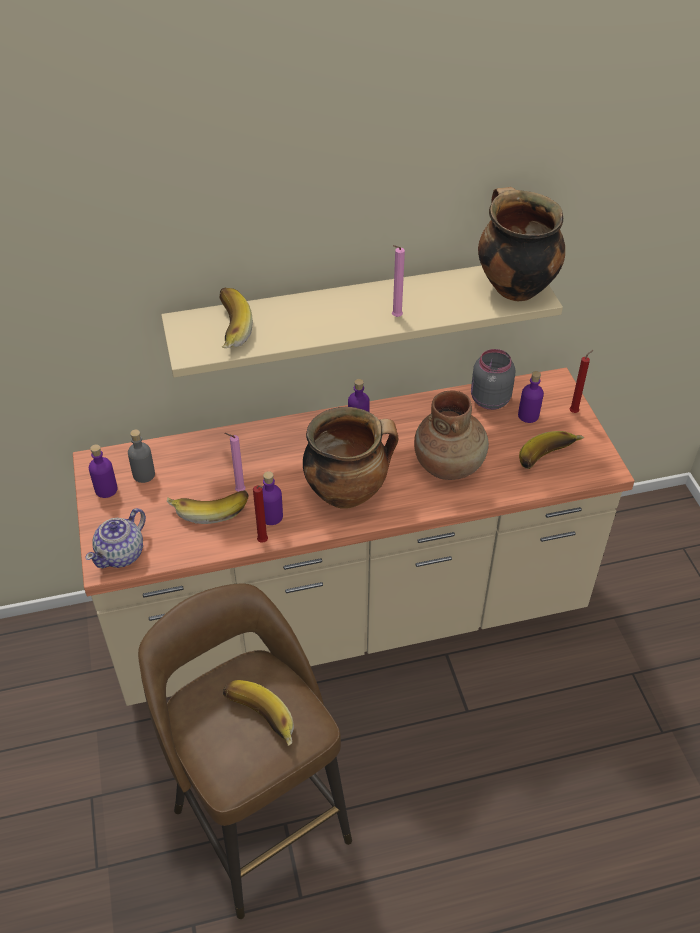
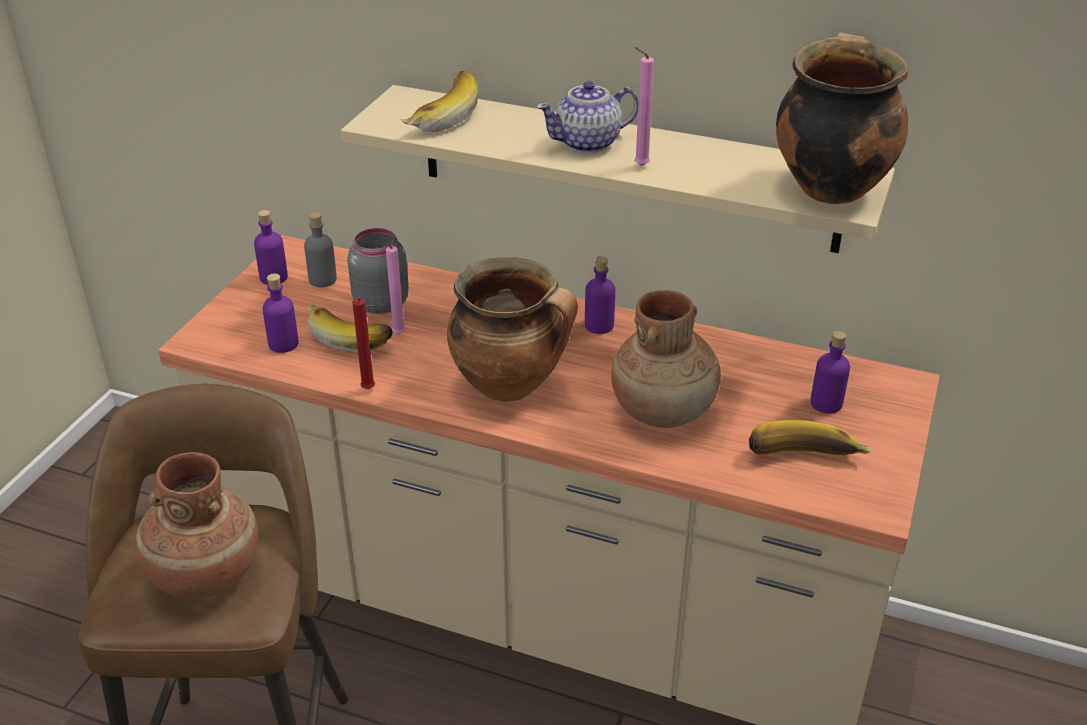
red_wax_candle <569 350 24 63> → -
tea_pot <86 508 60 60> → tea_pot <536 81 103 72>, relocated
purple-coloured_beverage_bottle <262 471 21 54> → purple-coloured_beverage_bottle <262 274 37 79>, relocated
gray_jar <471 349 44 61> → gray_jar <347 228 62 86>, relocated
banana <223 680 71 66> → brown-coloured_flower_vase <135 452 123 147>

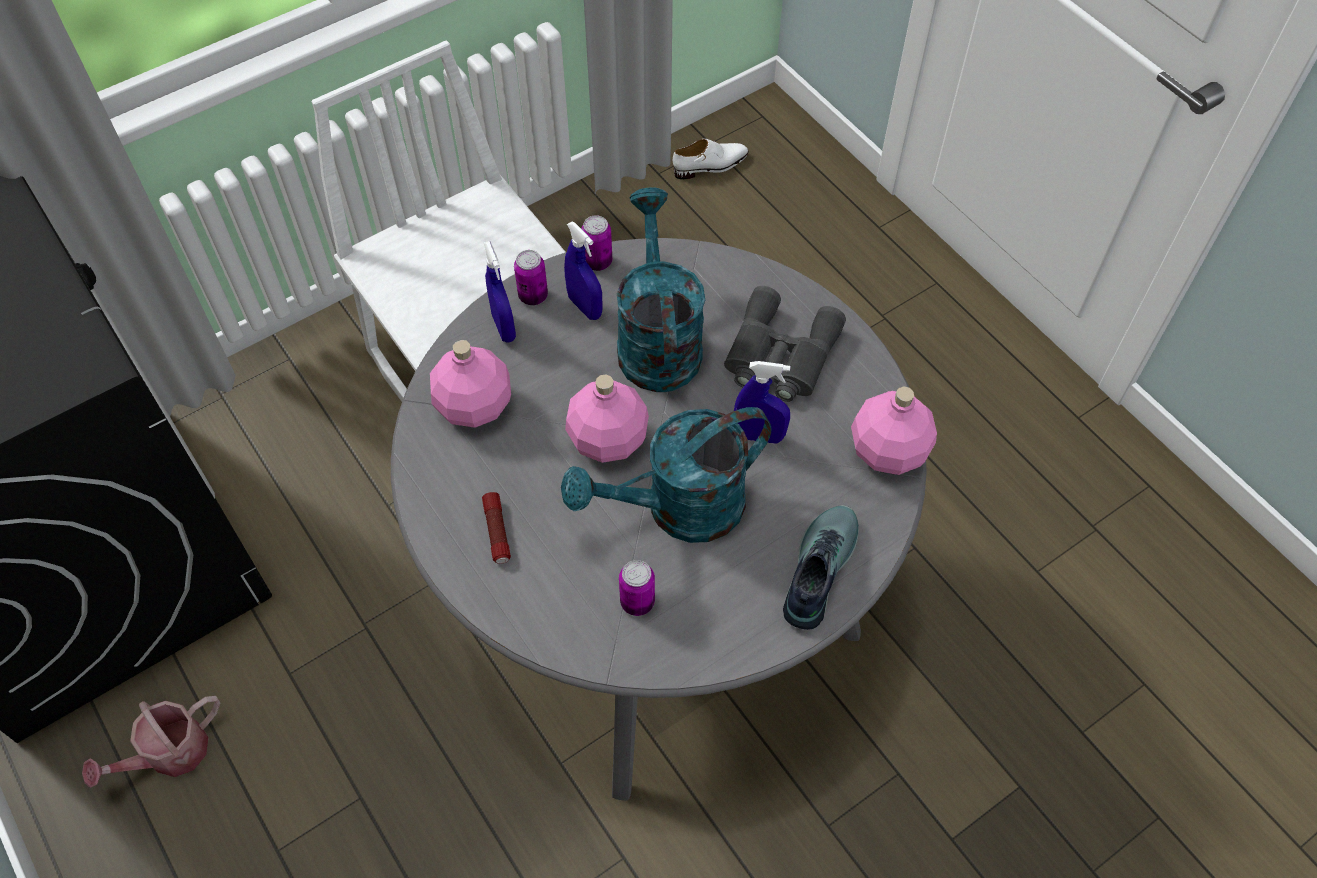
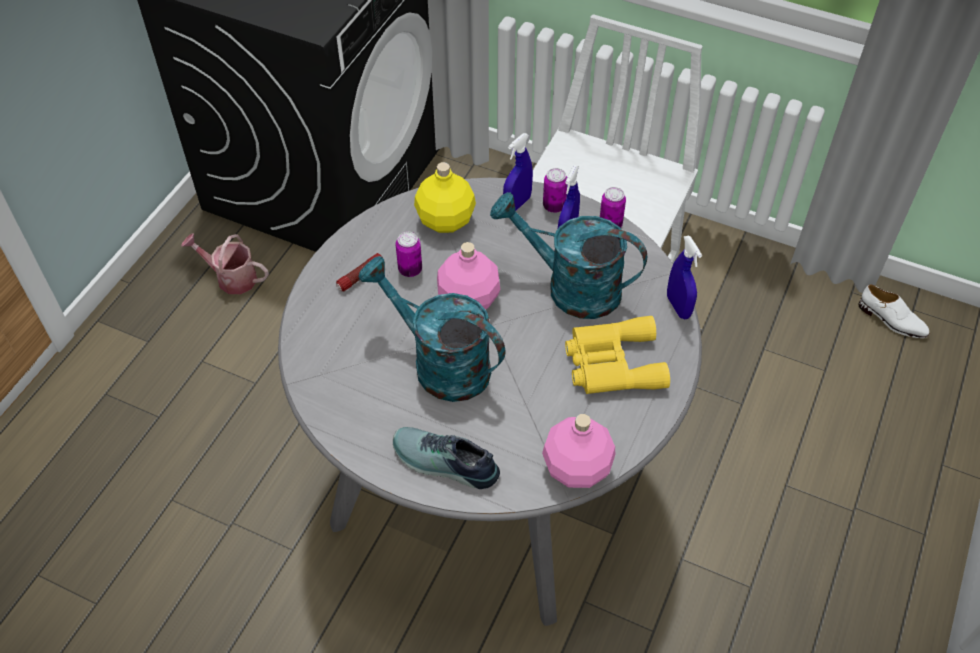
metal_can <619 560 36 56> → metal_can <396 232 26 45>, relocated
blue-coloured_hand_sprayer <734 361 56 82> → blue-coloured_hand_sprayer <667 235 35 84>, relocated
pink-coloured_beverage_bottle <430 340 81 88> → yellow_beverage_bottle <414 162 62 71>
gray_pair_of_binoculars <724 286 122 116> → yellow_pair_of_binoculars <565 316 105 78>
turquoise_watering_can <617 188 88 204> → turquoise_watering_can <490 192 158 127>, 120 degrees counterclockwise
item_of_footwear <783 505 76 125> → item_of_footwear <393 427 107 62>, 150 degrees counterclockwise

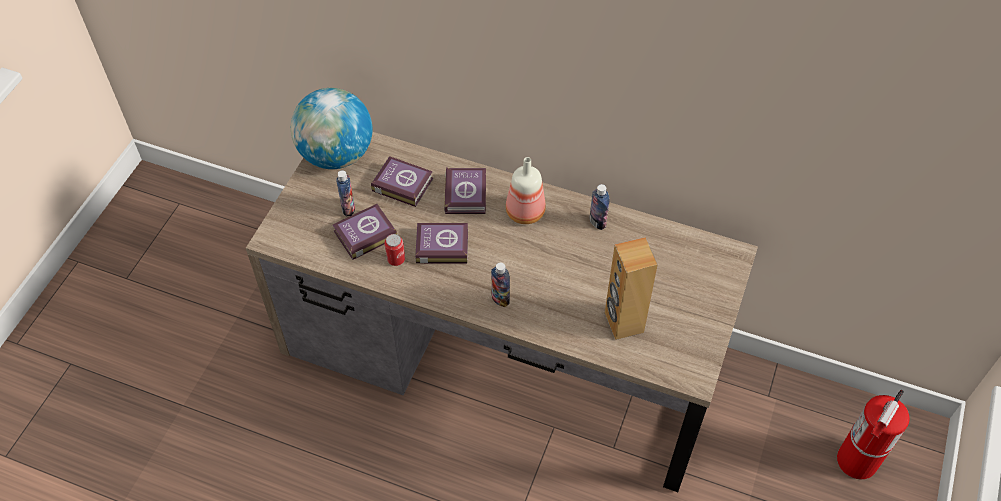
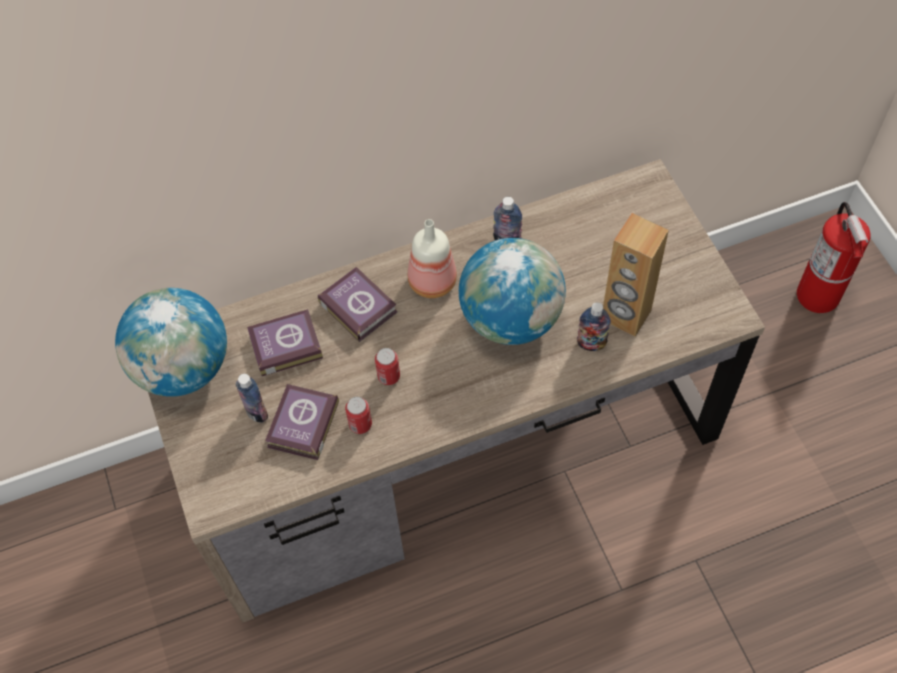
- → globe <459 238 107 107>
beverage_bottle <491 262 19 45> → beverage_bottle <577 302 34 49>, relocated
volume <415 223 53 40> → metal_can <375 348 25 37>

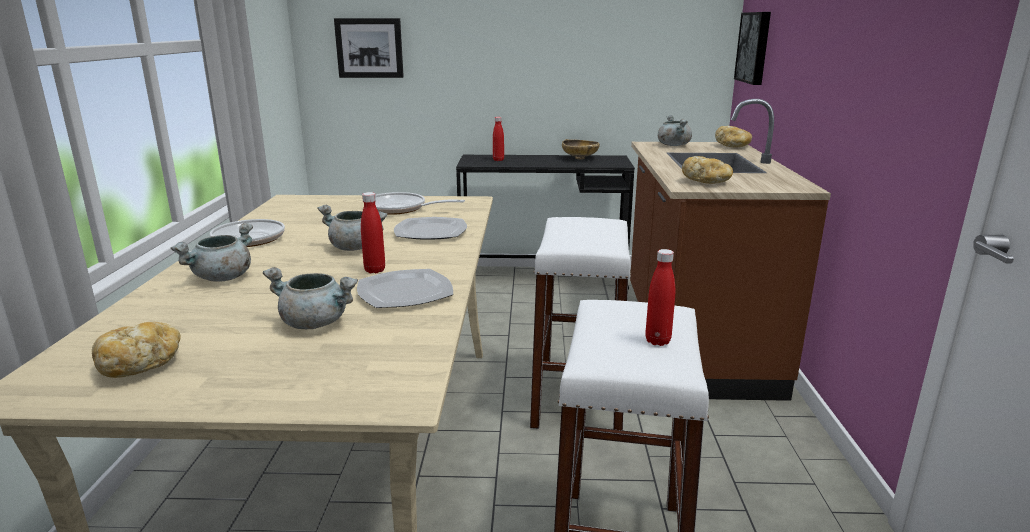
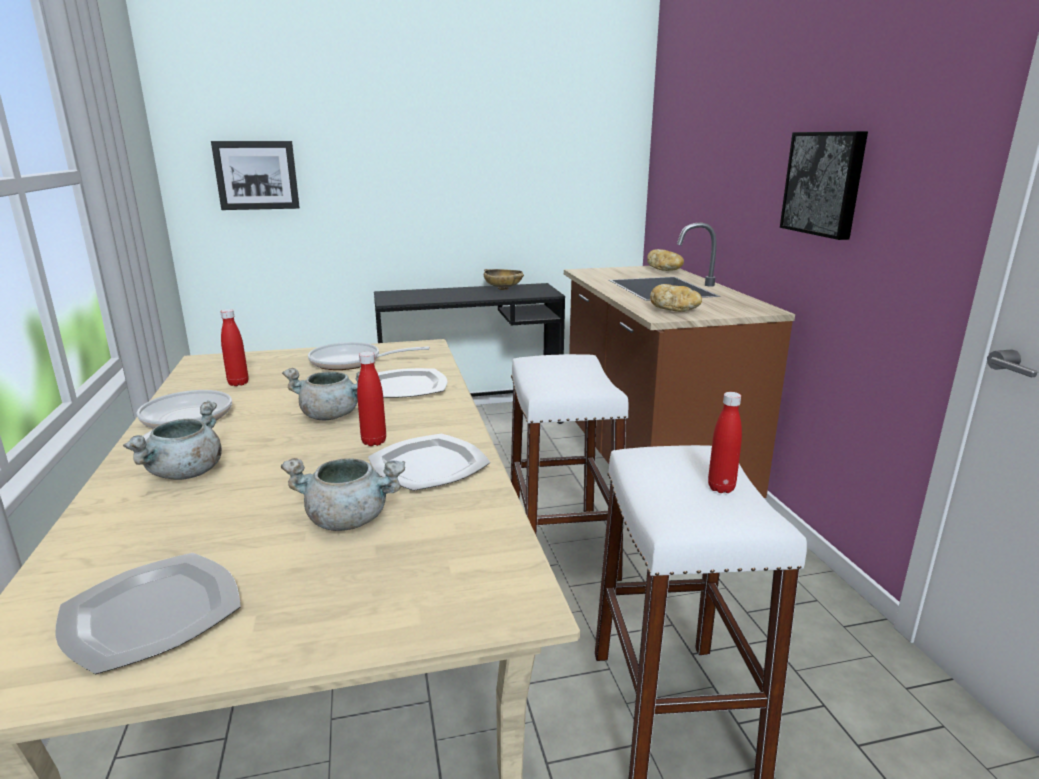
gray_cooking_pot <658 115 34 31> → -
red_beverage_bottle <493 117 11 44> → red_beverage_bottle <220 309 28 77>, relocated
wall_picture <734 12 37 73> → wall_picture <780 131 88 109>, relocated
baked_bread <92 322 89 56> → flat_dish <55 553 186 121>

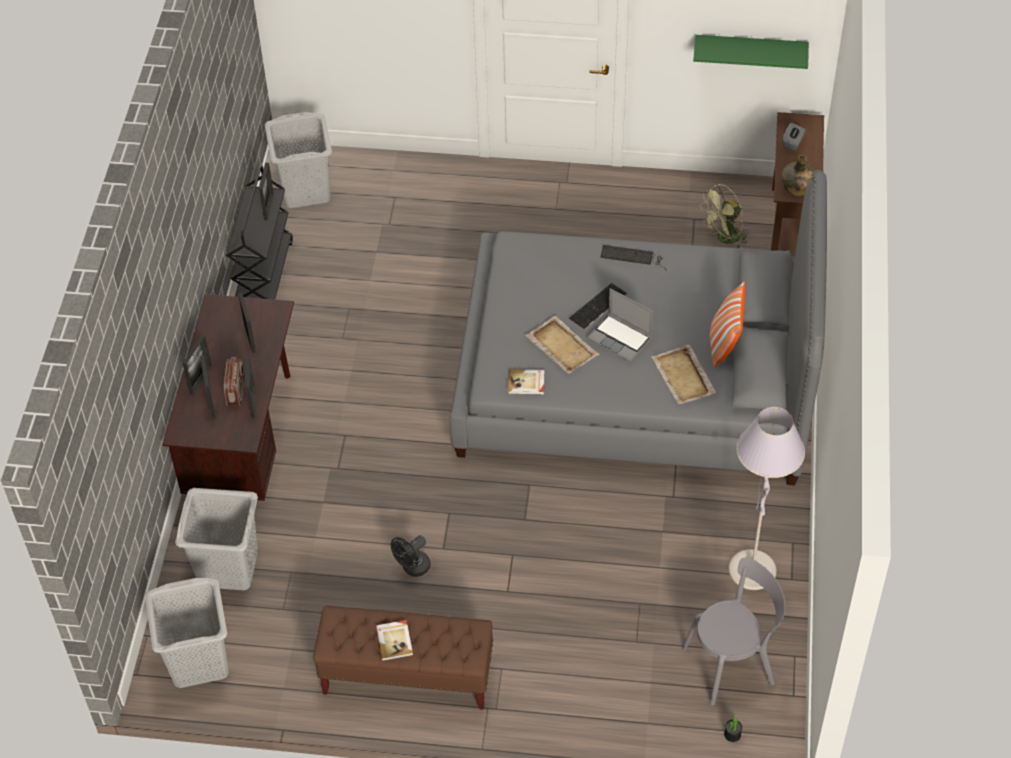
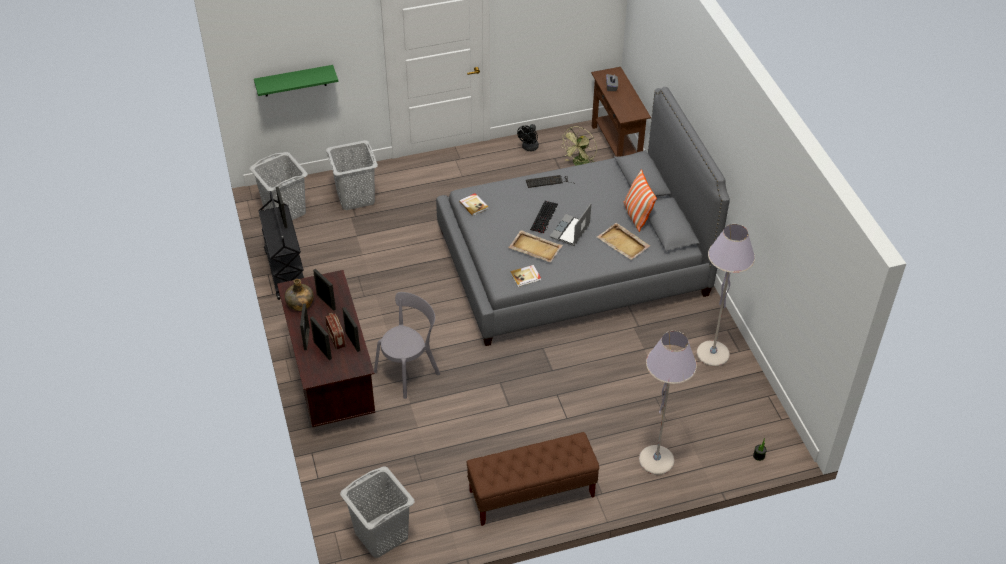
- → gray_floor_lamp <639 331 58 144>
gray_laundry_basket <175 488 83 102> → gray_laundry_basket <326 140 52 70>, relocated
volume <376 620 37 41> → volume <459 193 30 23>, relocated
black-coloured_fan <391 535 40 42> → black-coloured_fan <517 124 22 27>, relocated
gray_upright_chair <682 558 103 147> → gray_upright_chair <374 292 66 107>, relocated
green_wall_shelf <693 35 116 34> → green_wall_shelf <254 65 84 32>, relocated
green_beverage_bottle <781 155 35 41> → green_beverage_bottle <285 279 29 32>, relocated
notebook_computer <587 288 67 74> → notebook_computer <550 203 41 43>, 105 degrees clockwise

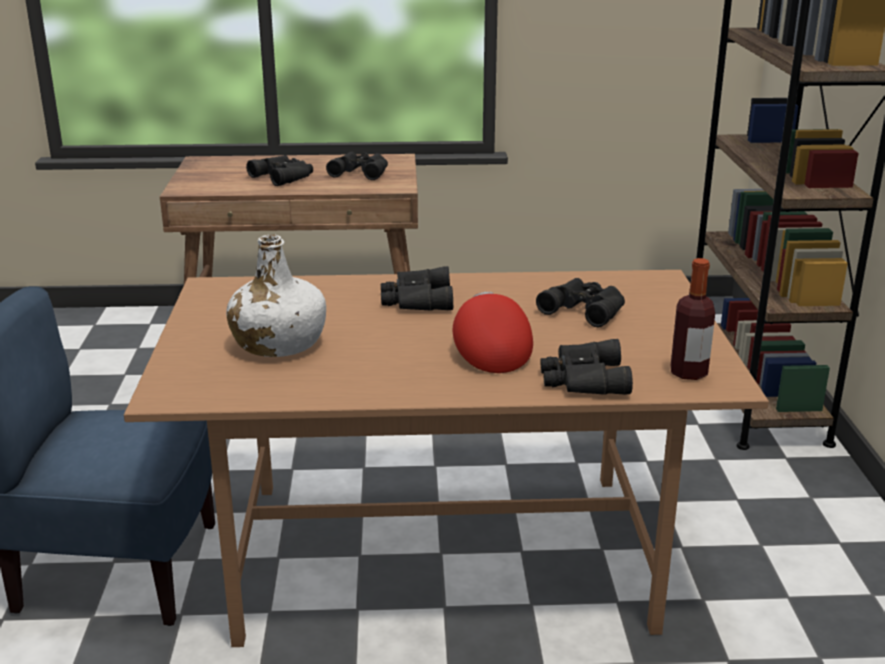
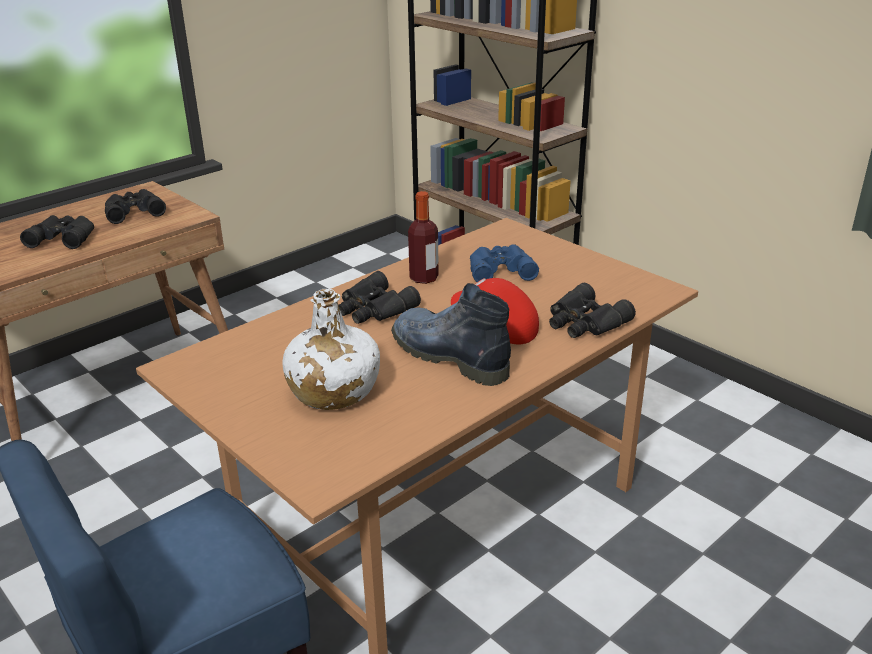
- → tall_boot <391 283 120 103>
beverage_bottle <671 258 44 122> → beverage_bottle <408 191 31 93>, relocated
black-coloured_pair_of_binoculars <536 278 89 49> → blue-coloured_pair_of_binoculars <470 244 69 38>

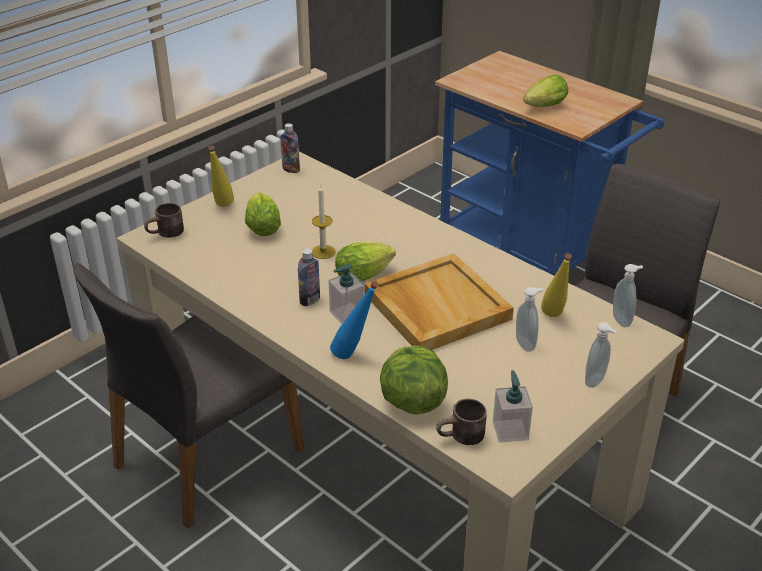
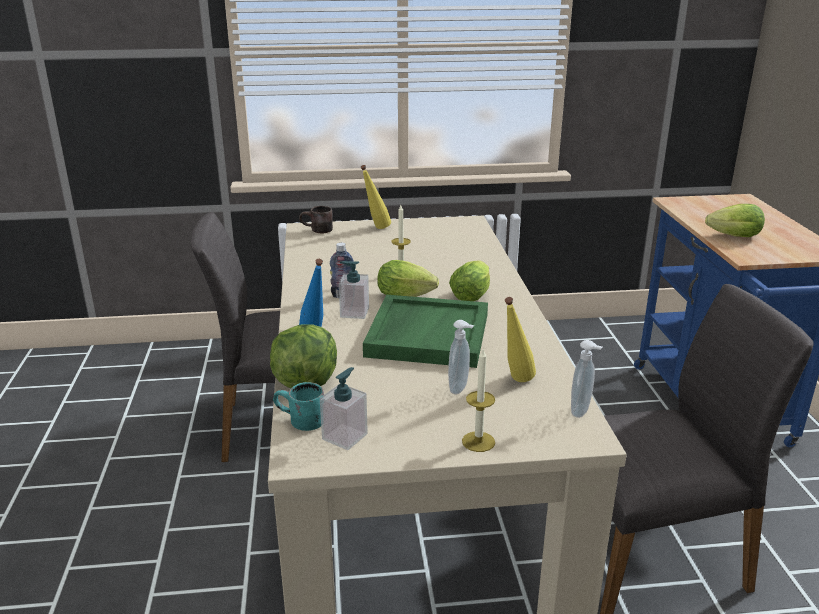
beverage_bottle <281 123 19 50> → -
head_of_lettuce <245 192 36 44> → head_of_lettuce <449 260 41 41>, relocated
soap_bottle <585 322 32 66> → wax_candle <462 349 33 103>
beige-coloured_tray <365 254 149 96> → green_tray <363 295 125 73>
brown-coloured_coffee_mug <436 398 51 47> → turquoise_coffee_mug <273 382 51 49>

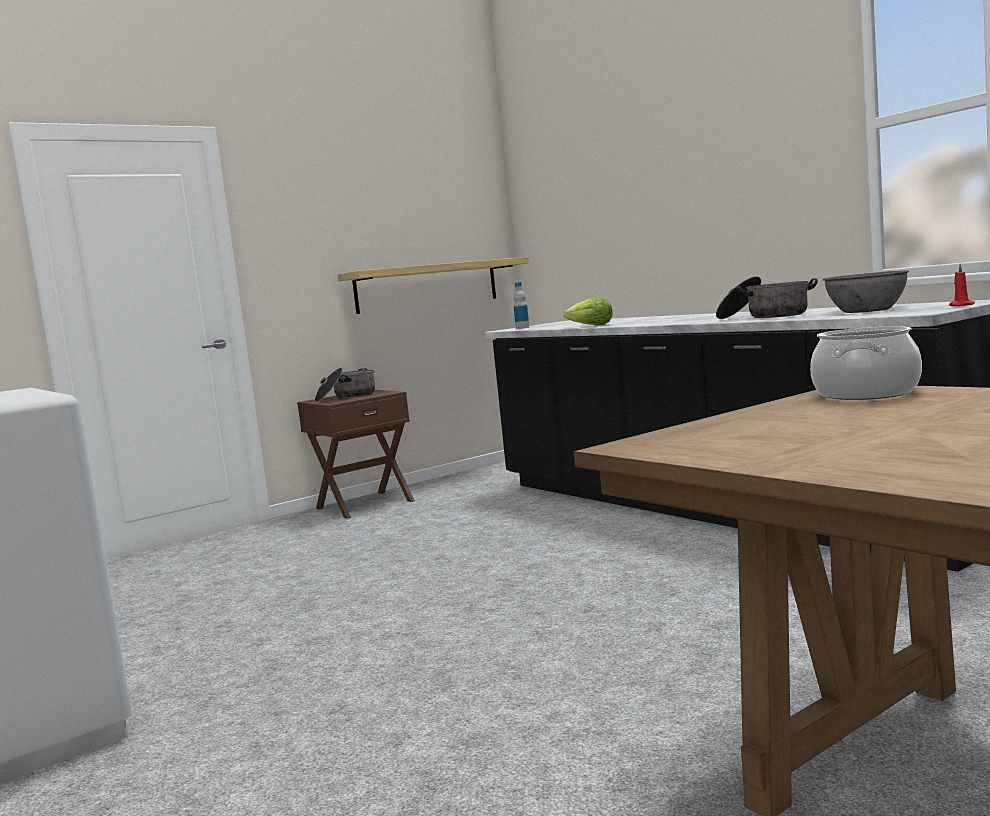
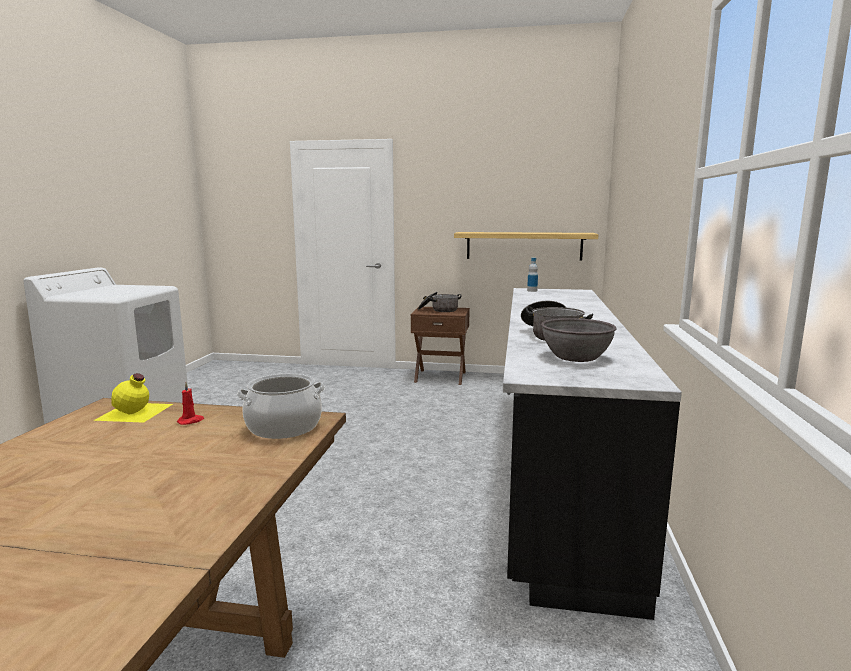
head_of_lettuce <563 297 50 28> → -
- → yellow_beverage_bottle <93 373 80 50>
red_wax_candle <949 264 26 42> → red_wax_candle <177 382 27 43>, relocated

